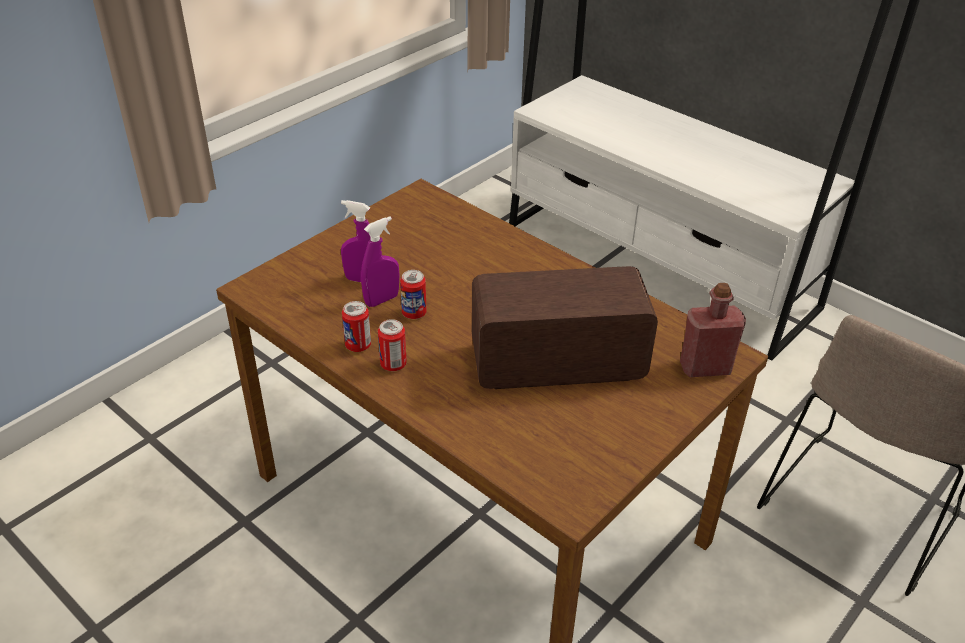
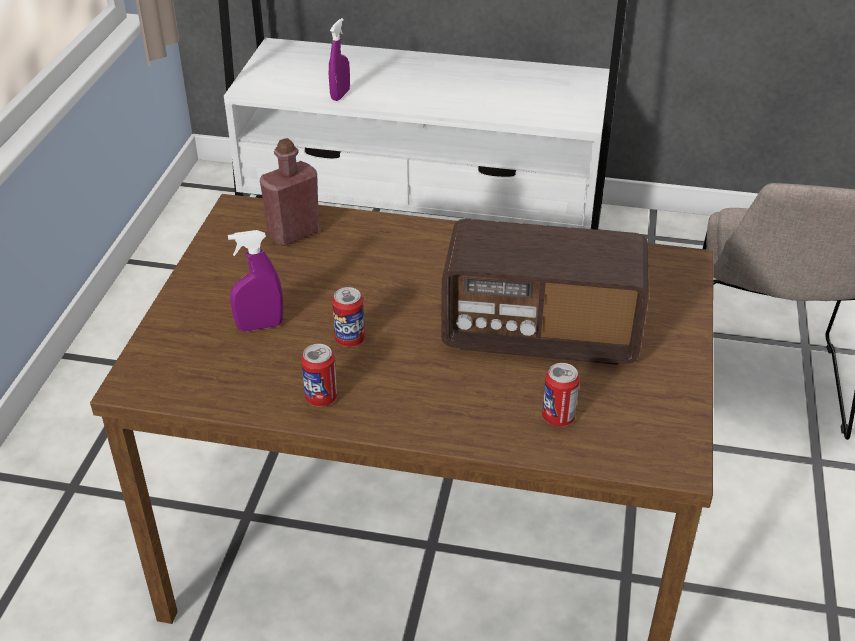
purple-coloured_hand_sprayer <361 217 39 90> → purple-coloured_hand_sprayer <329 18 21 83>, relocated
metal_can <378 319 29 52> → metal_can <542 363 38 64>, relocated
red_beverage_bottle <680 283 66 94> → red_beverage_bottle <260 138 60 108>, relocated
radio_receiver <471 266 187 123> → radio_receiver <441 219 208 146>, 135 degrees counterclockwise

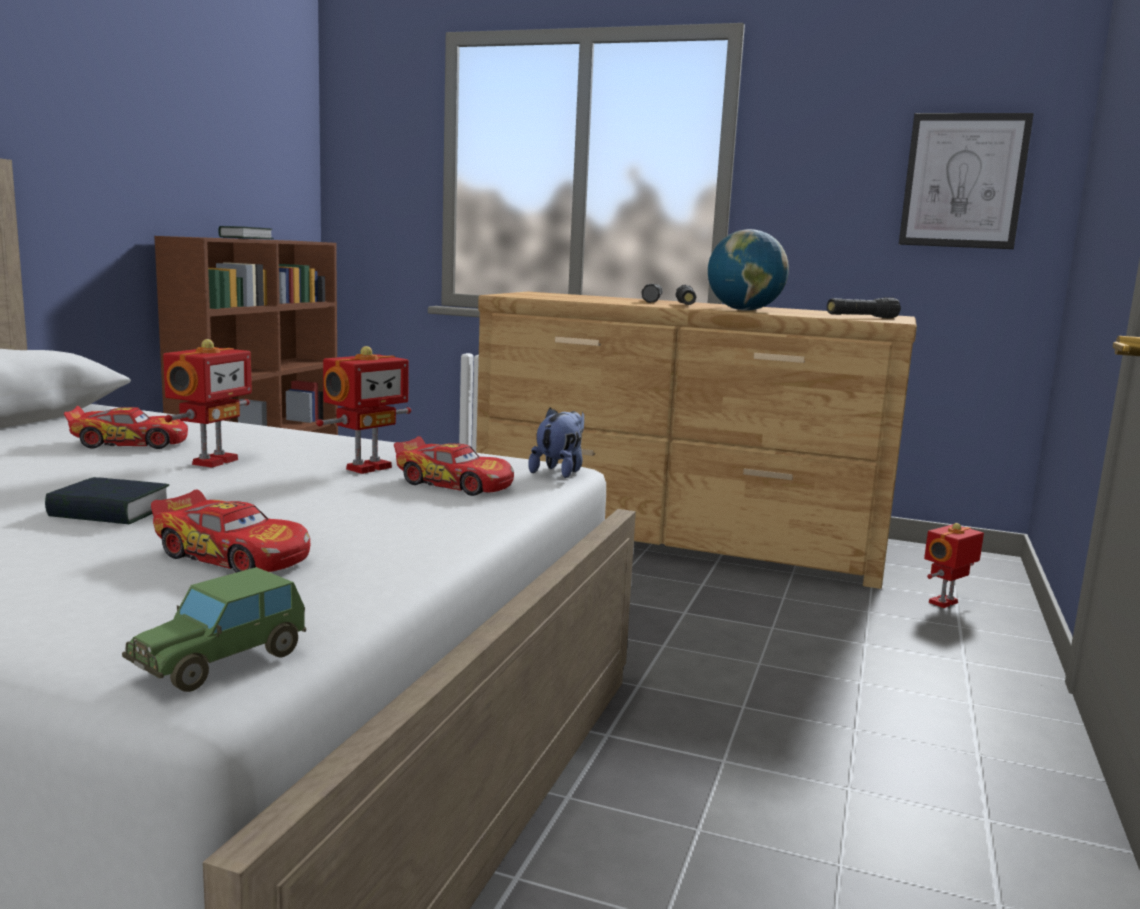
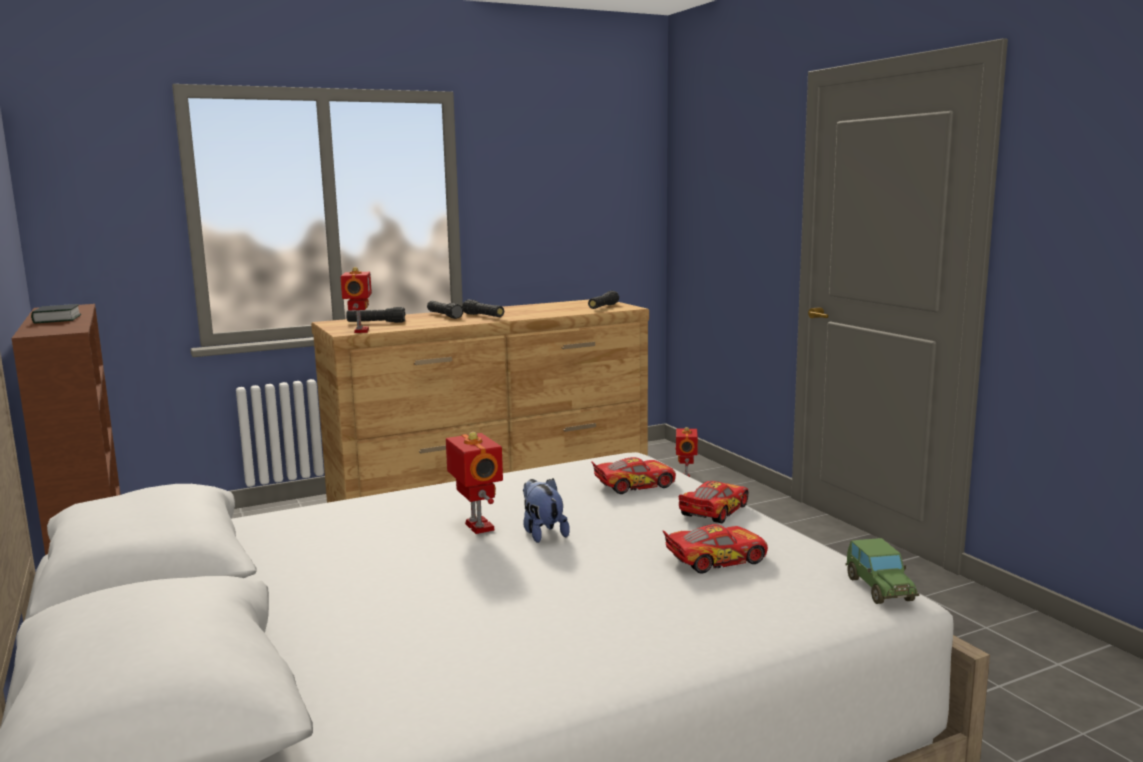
volume <45 477 124 47> → -
globe <708 229 81 82> → -
wall_picture <899 113 135 136> → -
- → black-coloured_torch <346 307 59 16>
miniature_car <64 406 124 43> → miniature_car <679 481 69 42>, relocated
toy_robot <316 346 95 128> → toy_robot <341 267 31 66>, relocated
soft_toy <528 408 56 70> → soft_toy <523 479 47 64>, relocated

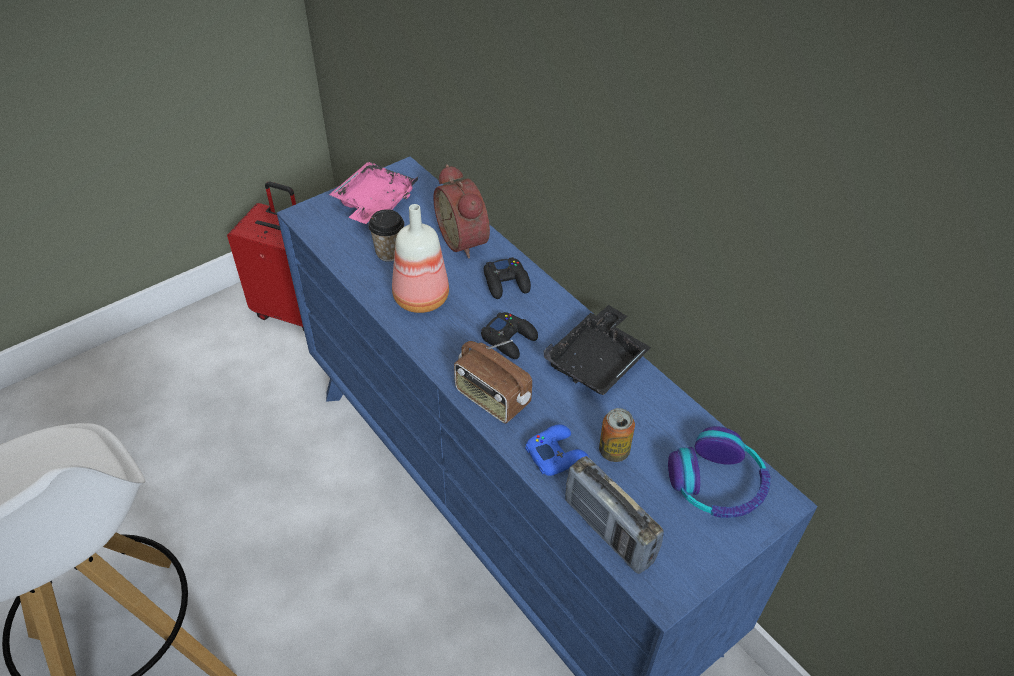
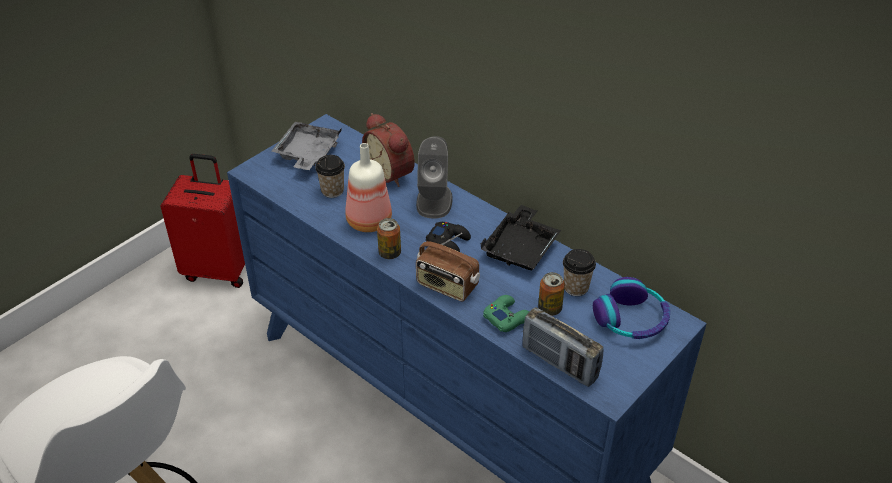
- → metal_can <377 218 24 41>
- → small_cup <563 249 33 47>
black-coloured_joypad <484 257 47 42> → gray_audio_speaker <416 136 37 83>
pink-coloured_tray <329 162 89 62> → gray_tray <271 122 70 48>
blue-coloured_joypad <525 424 64 52> → green_joypad <483 295 46 37>

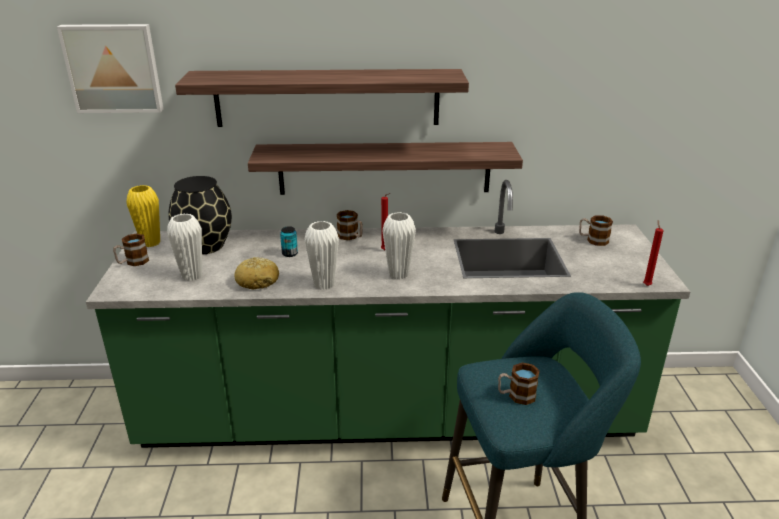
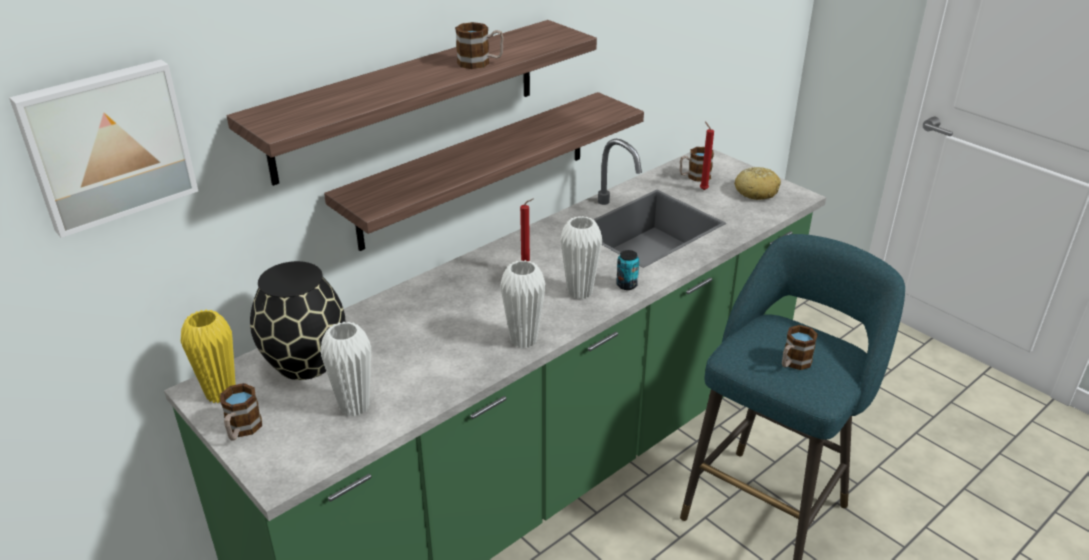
baked_bread <234 257 45 33> → baked_bread <734 167 47 33>, relocated
metal_can <280 226 18 31> → metal_can <616 250 23 40>, relocated
coffee_mug <337 210 26 30> → coffee_mug <455 22 49 47>, relocated
red_wax_candle <643 220 20 66> → red_wax_candle <700 121 14 69>, relocated

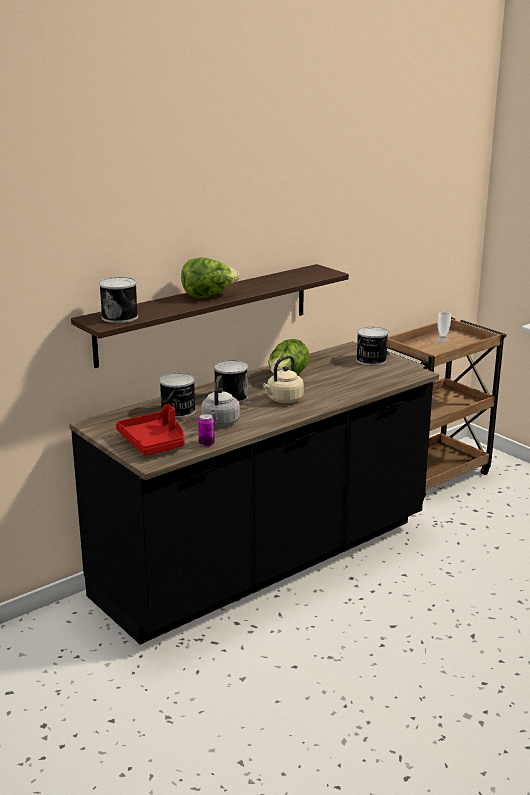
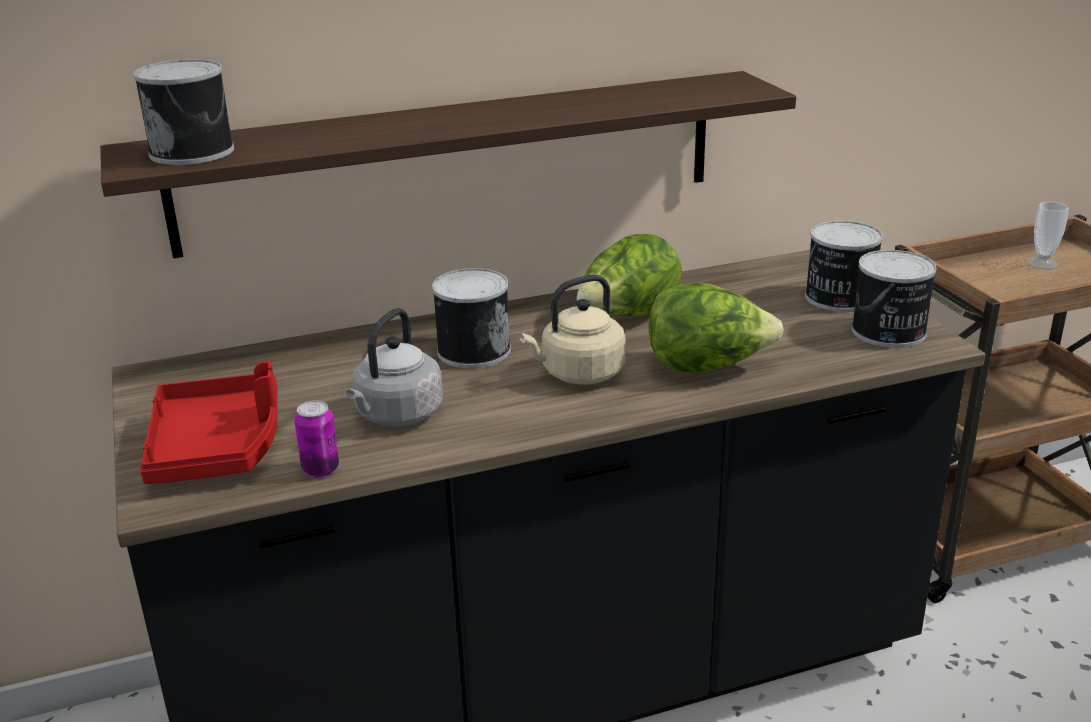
metal_can <160 373 36 45> → metal_can <851 250 86 98>, relocated
head_of_lettuce <181 257 59 41> → head_of_lettuce <648 283 136 90>, relocated

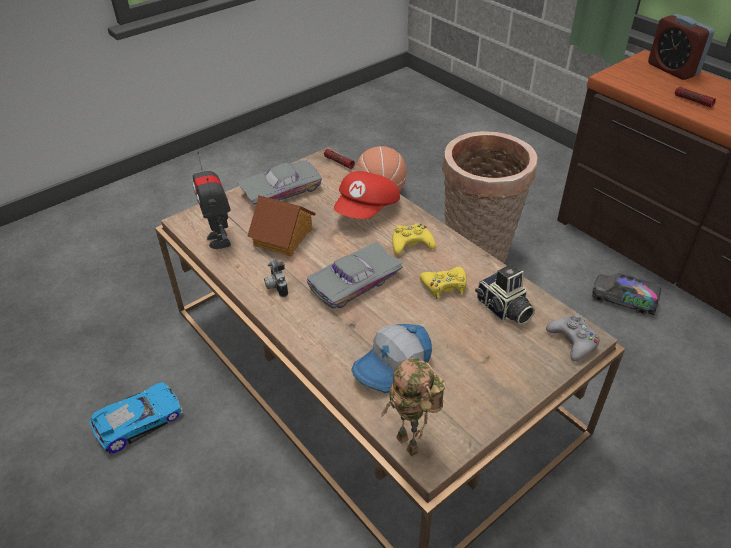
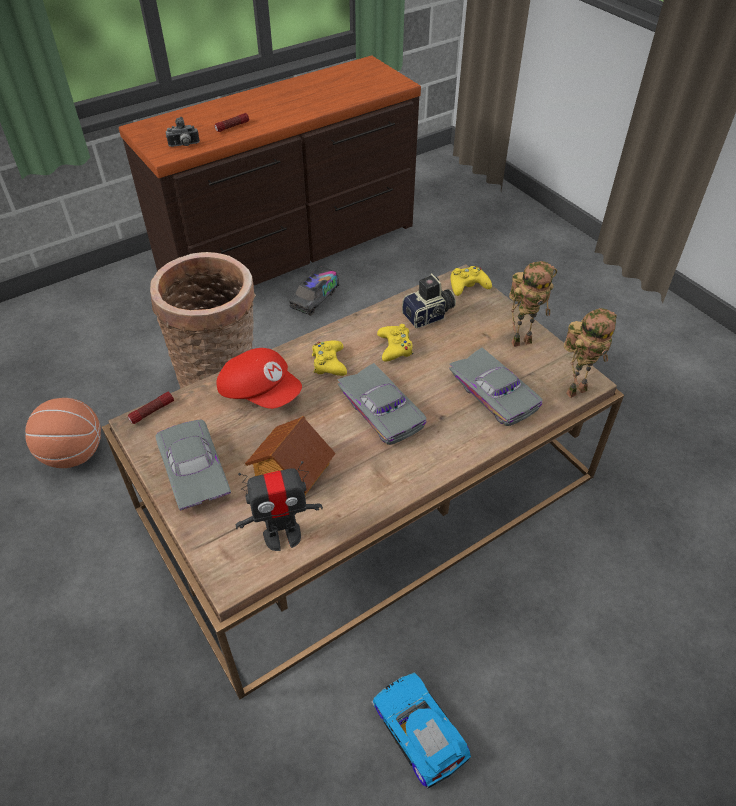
bedside_clock <648 14 66 66> → -
- → toy_robot <509 261 48 86>
still_camera <264 259 24 38> → still_camera <166 117 34 30>, relocated
peaked_cap <351 324 81 69> → gray_miniature_car <449 348 94 78>
gray_joypad <546 313 54 48> → yellow_joypad <450 266 42 30>

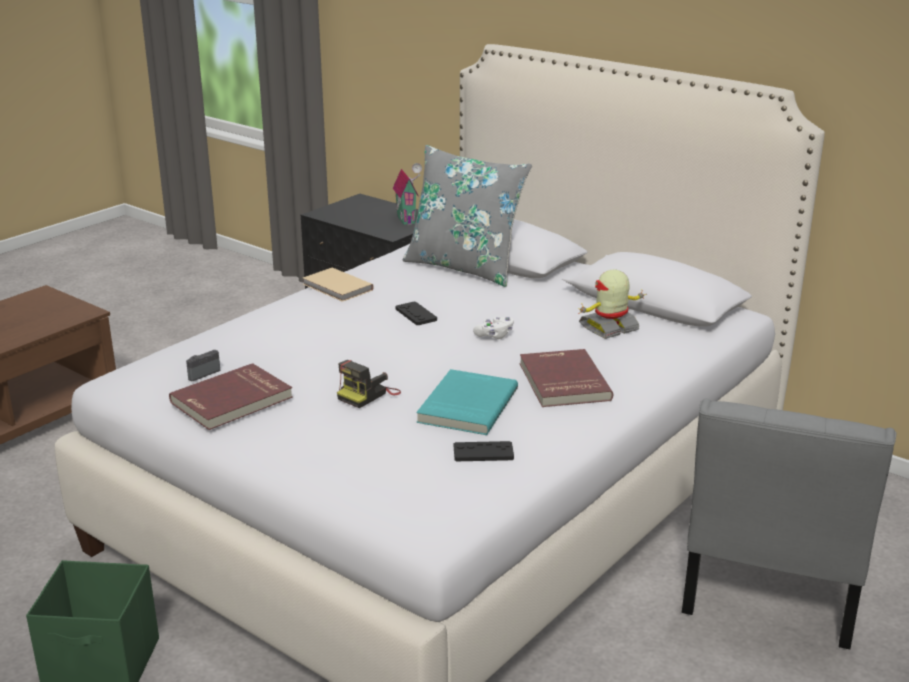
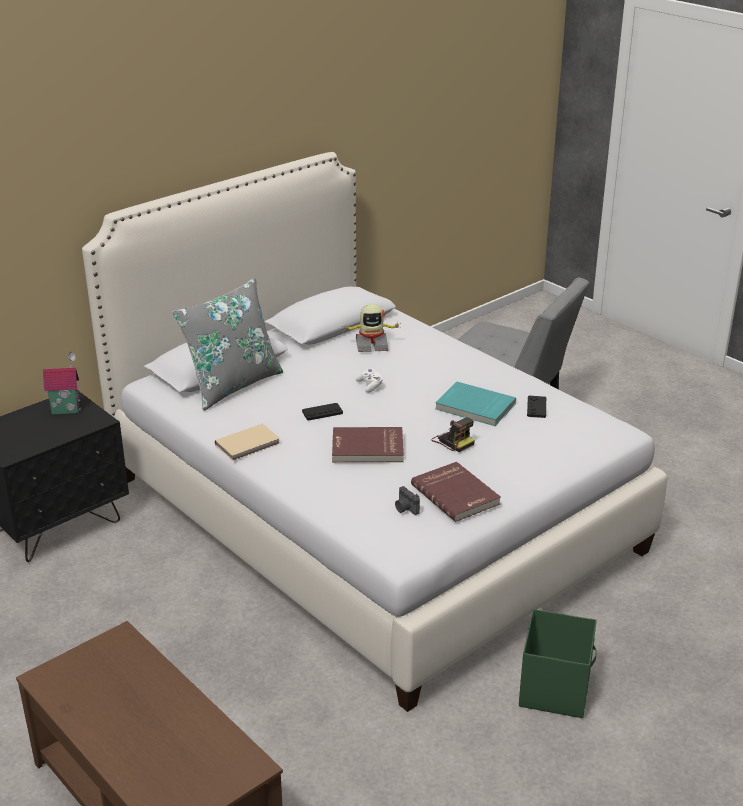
red_volume <520 349 93 58> → red_volume <332 427 72 35>, relocated
toy_robot <578 270 68 69> → toy_robot <342 304 59 48>, 75 degrees counterclockwise

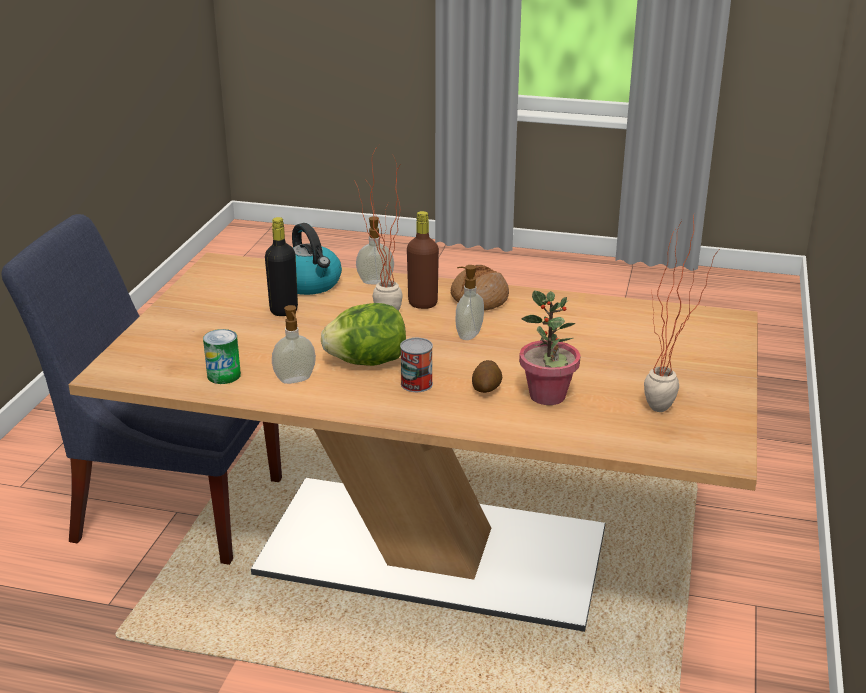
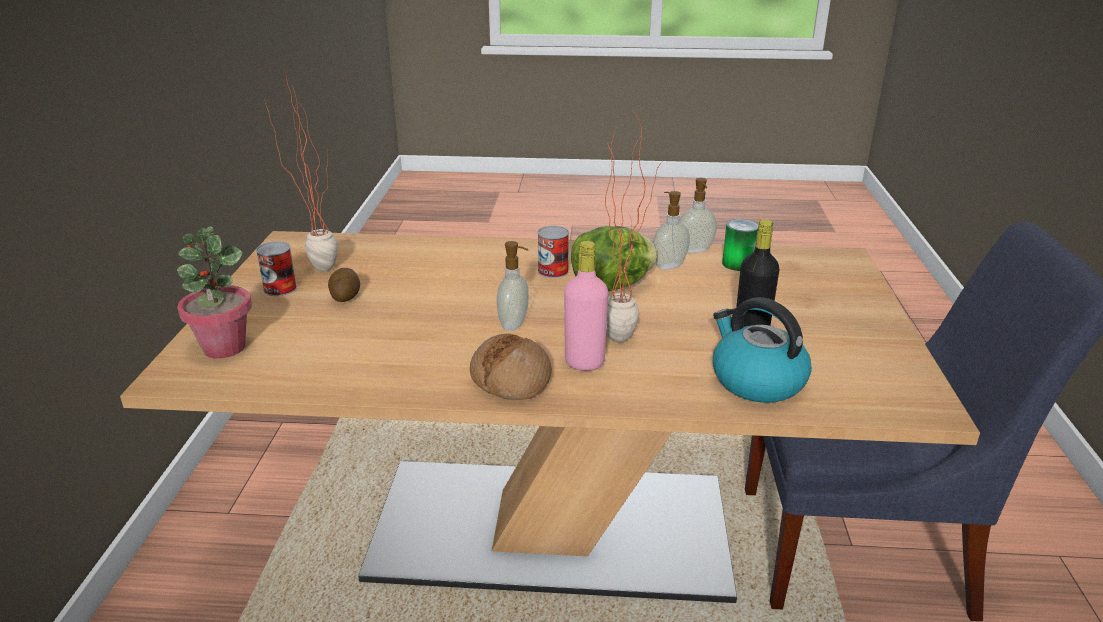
- → metal_can <256 241 41 55>
soap_bottle <356 216 38 68> → soap_bottle <679 178 38 75>, relocated
spud <472 360 30 33> → spud <328 268 32 34>, relocated
houseplant <519 291 62 114> → houseplant <177 227 75 132>, relocated
brown-coloured_beverage_bottle <407 211 32 98> → pink-coloured_beverage_bottle <564 241 44 130>

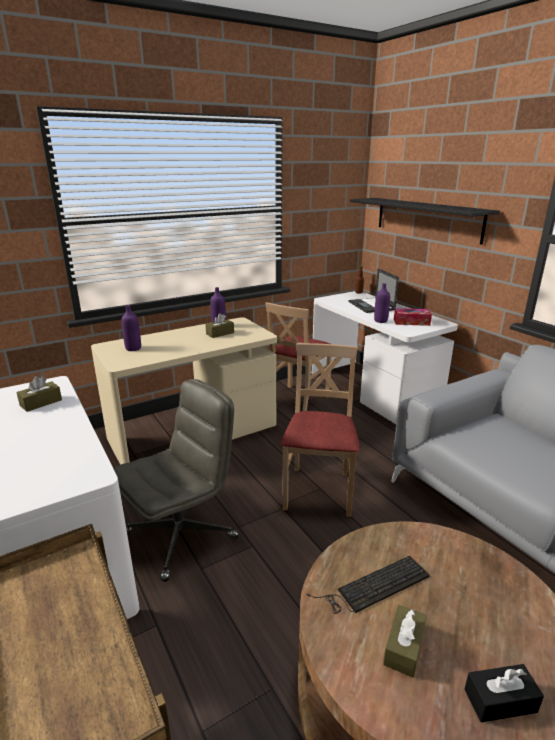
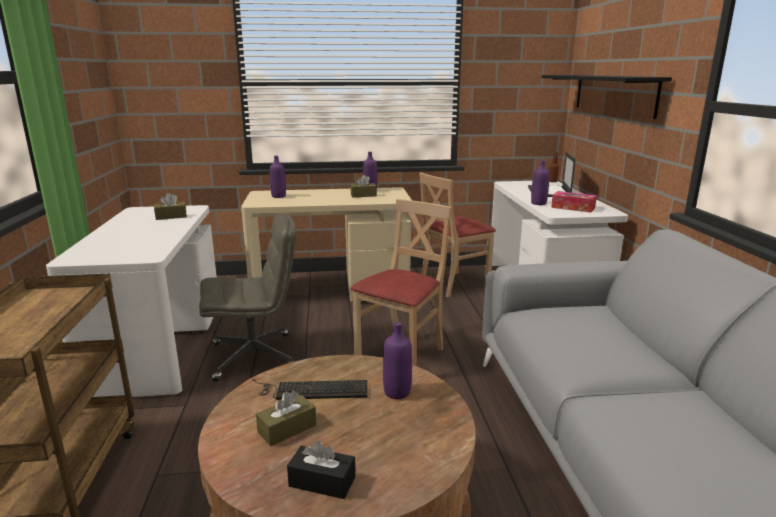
- → purple-coloured_beverage_bottle <383 322 29 77>

